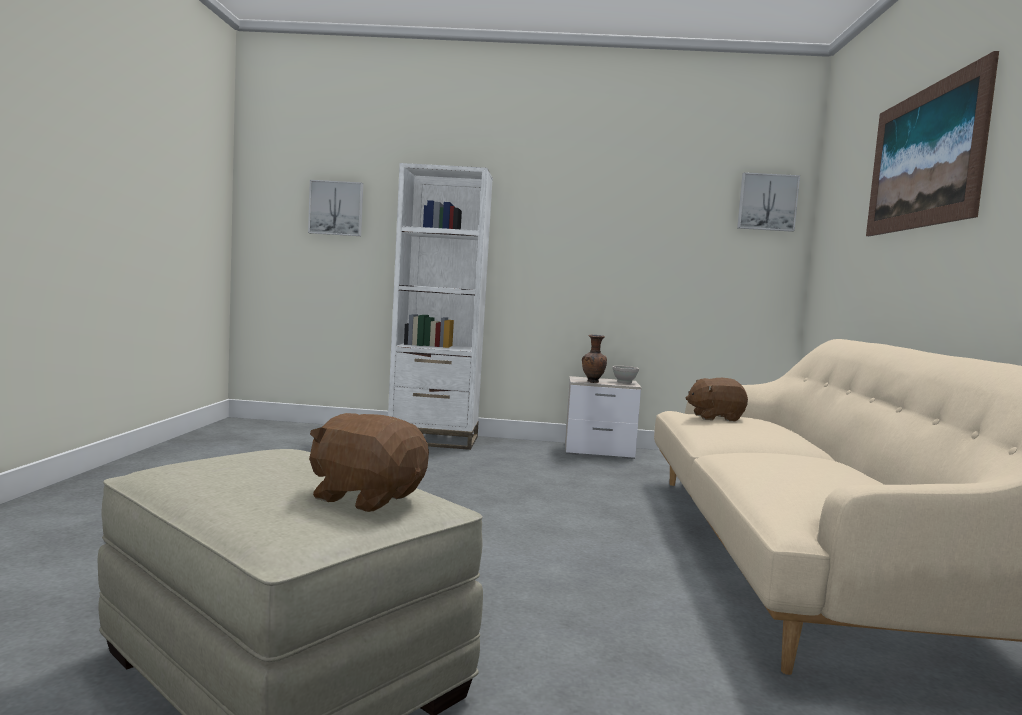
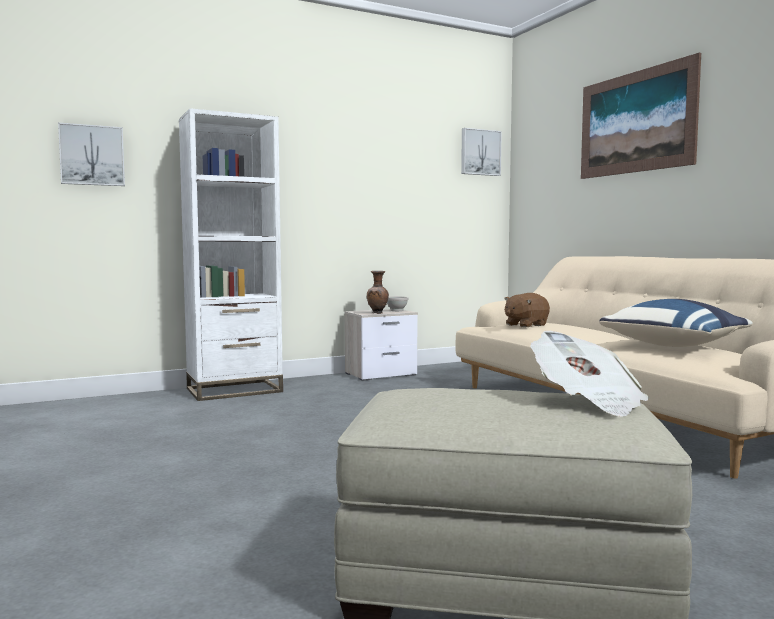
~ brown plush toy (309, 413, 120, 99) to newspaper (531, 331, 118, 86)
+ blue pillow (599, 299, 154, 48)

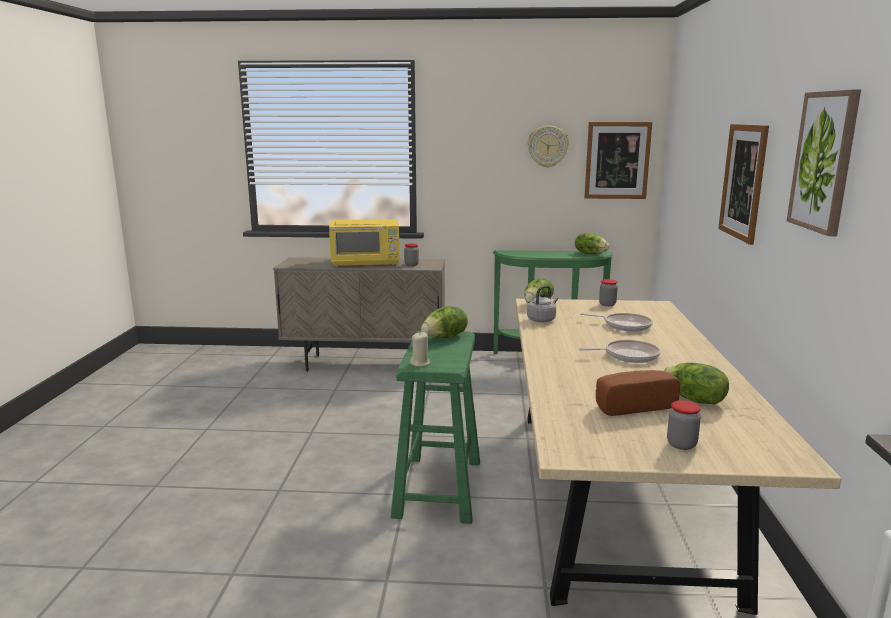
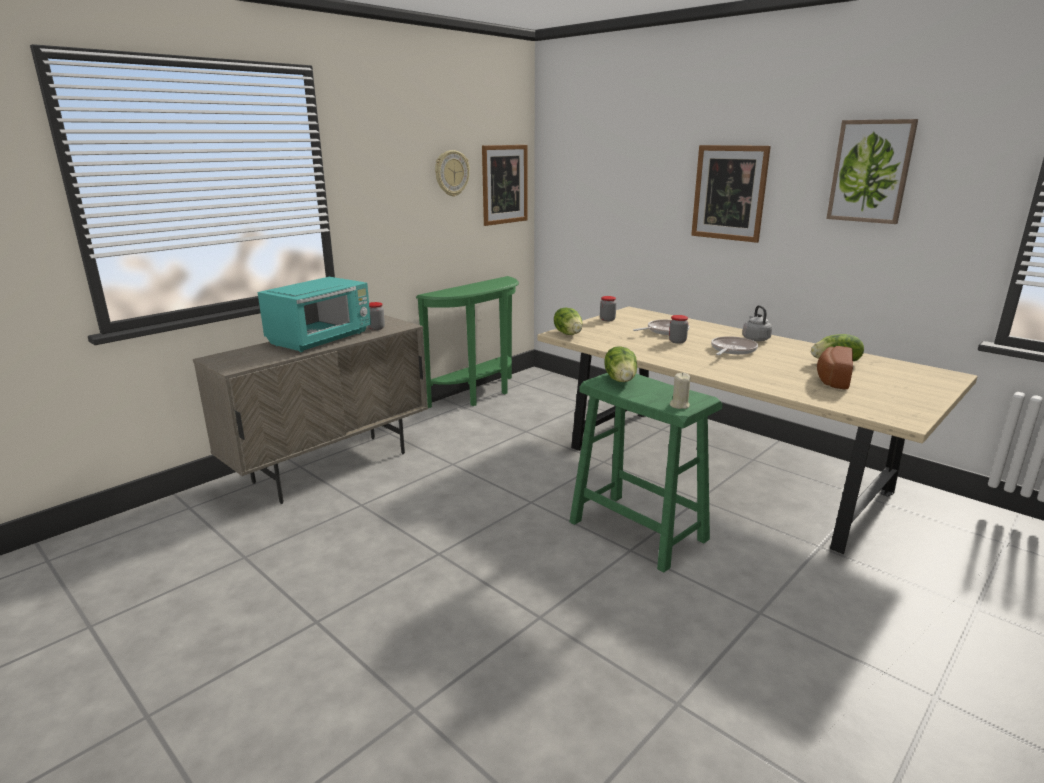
~ yellow microwave (329, 219, 71, 48) to turquoise microwave (258, 277, 113, 75)
- lettuce (575, 233, 34, 21)
~ grey kettle (527, 285, 31, 37) to (742, 305, 30, 36)
~ jar (667, 401, 34, 49) to (669, 315, 19, 29)

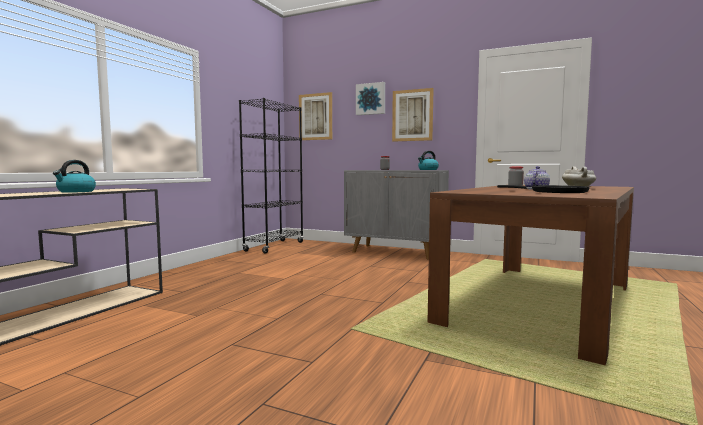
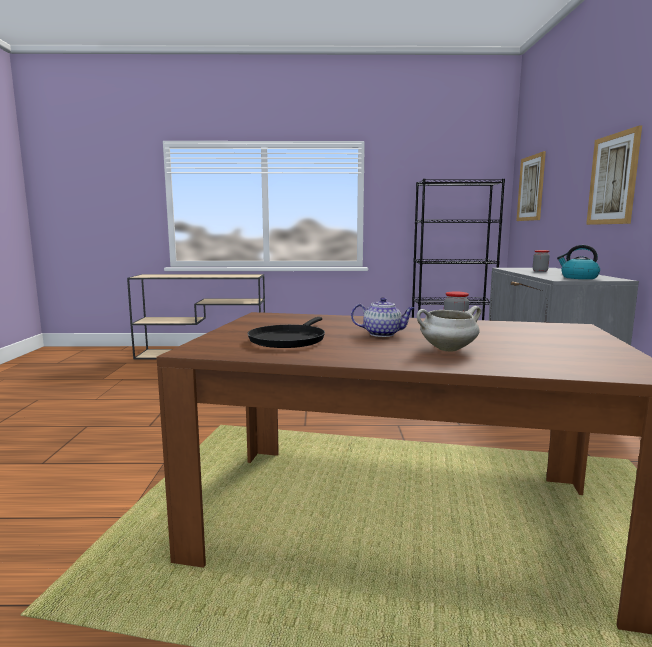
- picture (356, 82, 29, 33)
- kettle (53, 160, 43, 33)

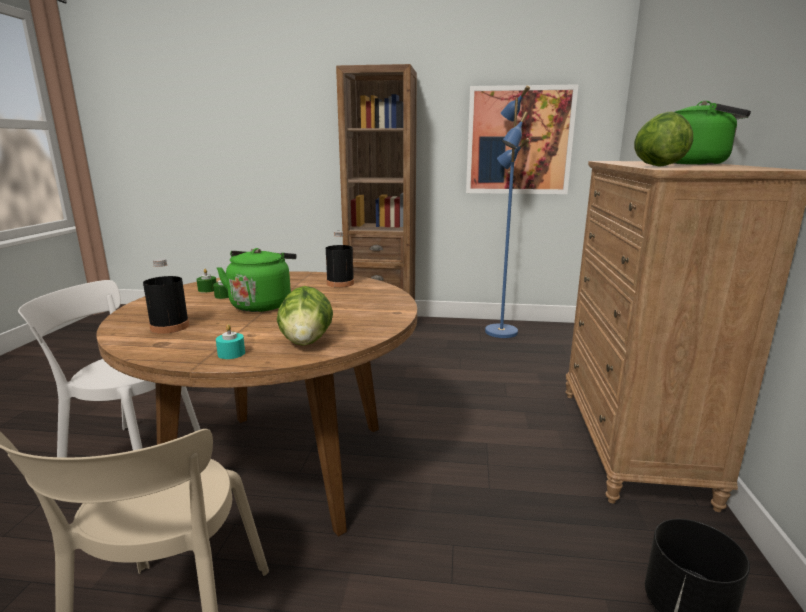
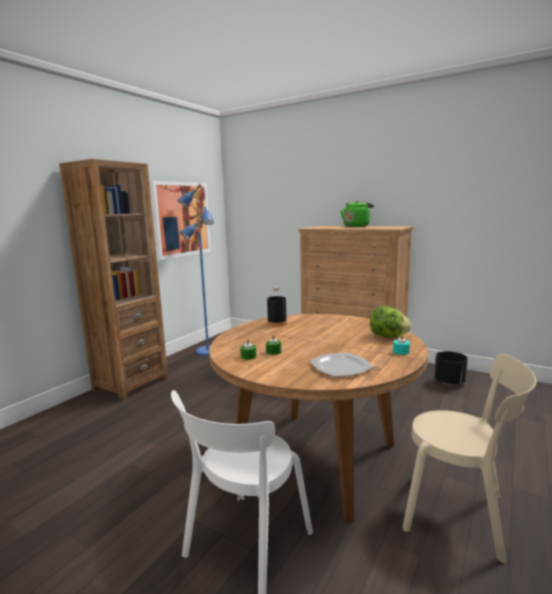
- lettuce (634, 112, 59, 55)
- green kettle (217, 248, 79, 64)
~ black bottle (143, 258, 46, 76) to plate (310, 352, 64, 25)

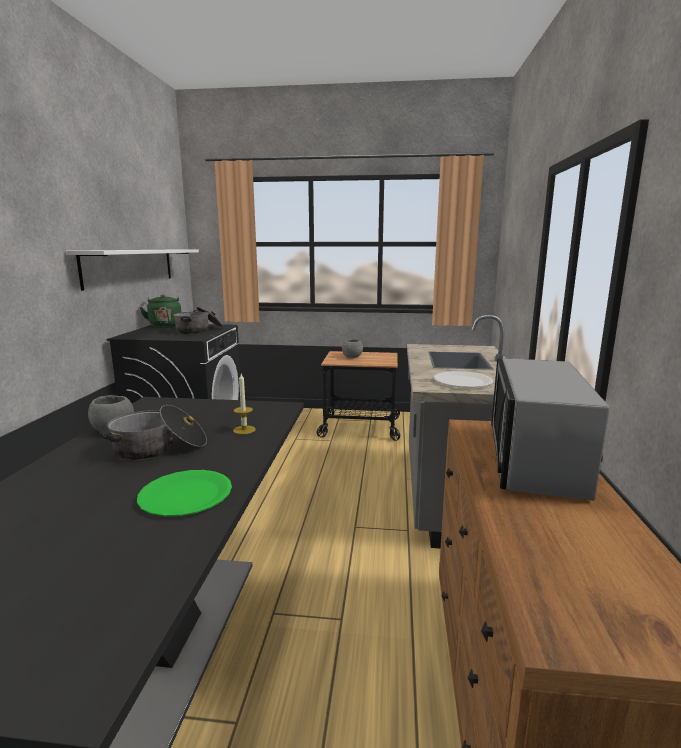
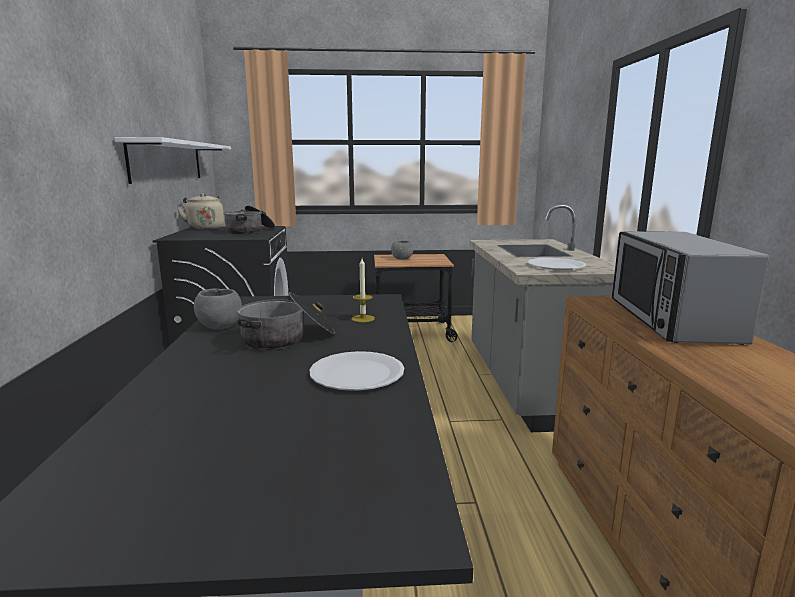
~ green kettle (139, 295, 42, 32) to beige kettle (177, 194, 47, 36)
~ green plate (137, 470, 95, 46) to white plate (309, 351, 95, 40)

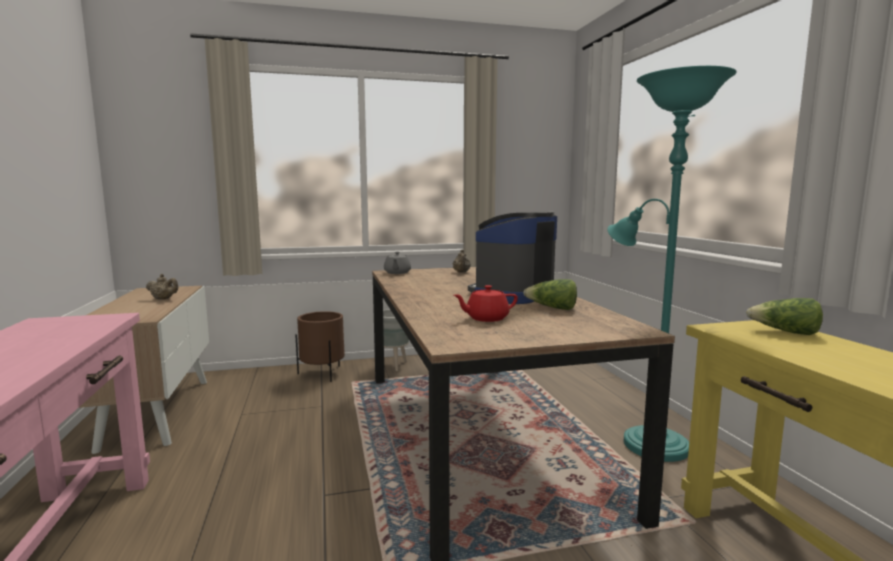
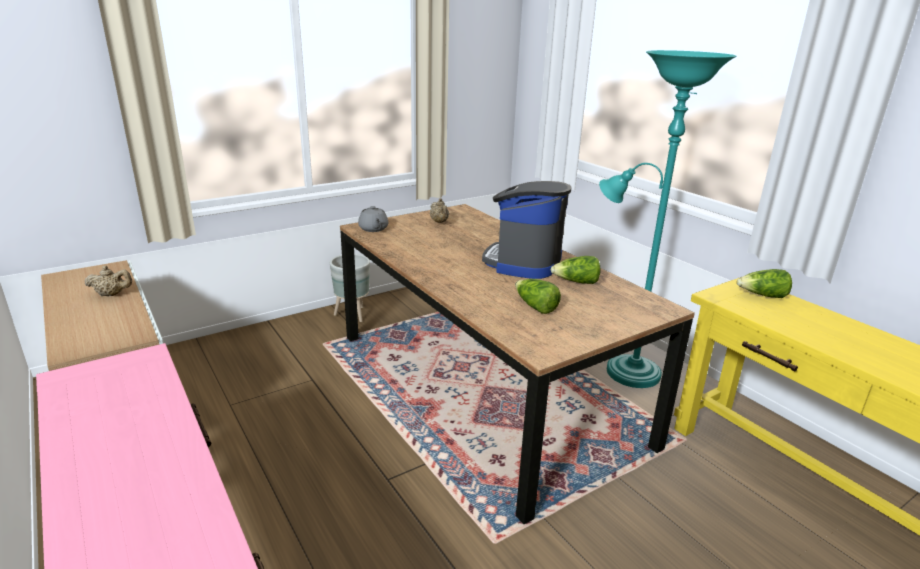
~ red teapot (454, 285, 64, 37) to lettuce (515, 279, 46, 35)
- brown planter (295, 311, 50, 71)

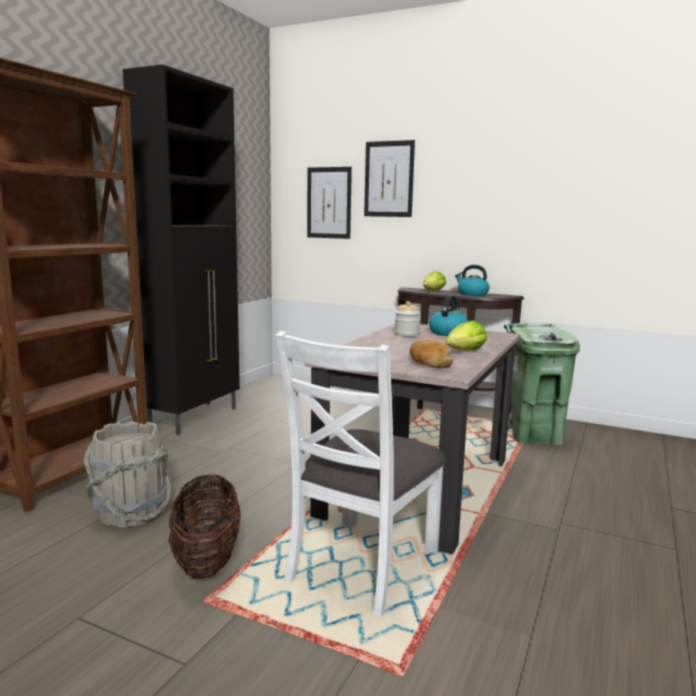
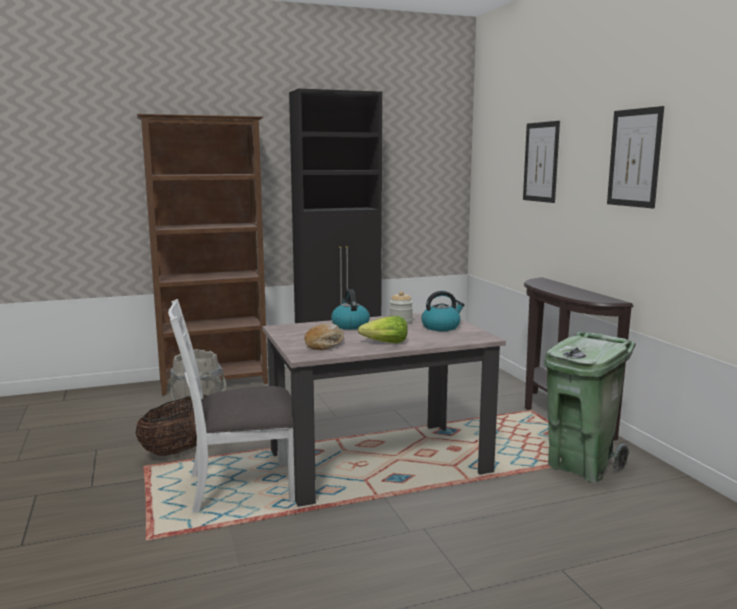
~ picture (307, 167, 45, 72) to (607, 106, 57, 103)
~ kettle (455, 265, 35, 31) to (331, 289, 39, 40)
- lettuce (423, 271, 23, 20)

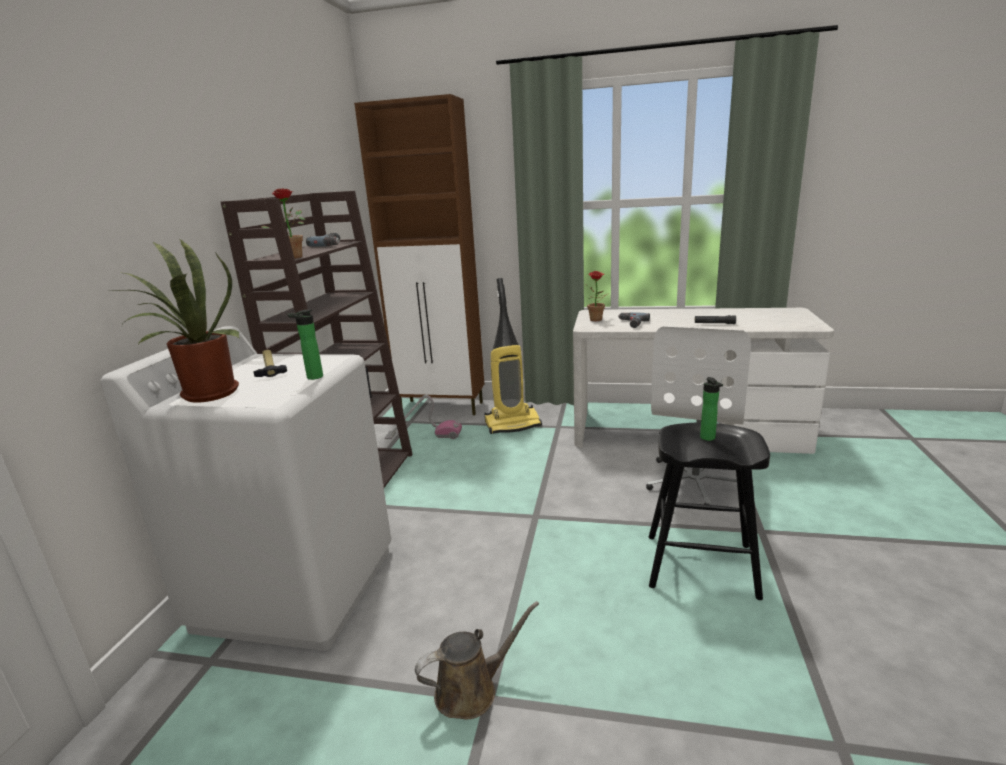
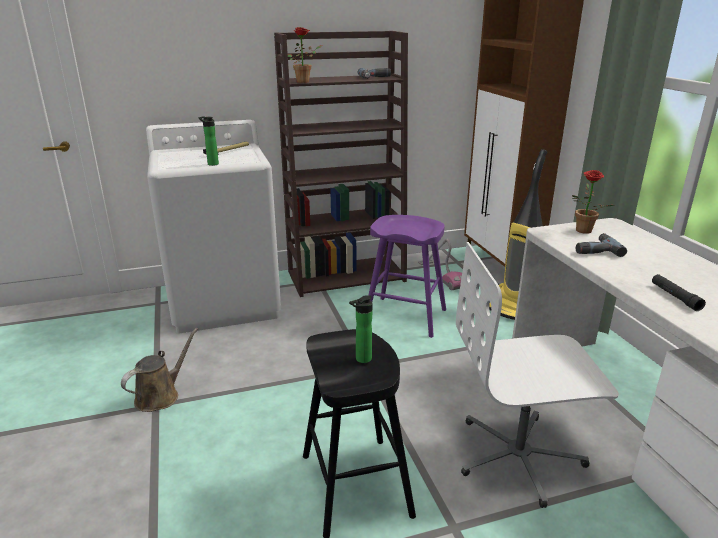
- potted plant (113, 239, 127, 164)
~ brown watering can (415, 601, 124, 118) = (121, 328, 77, 84) 90 degrees counterclockwise
+ purple stool (369, 215, 77, 123)

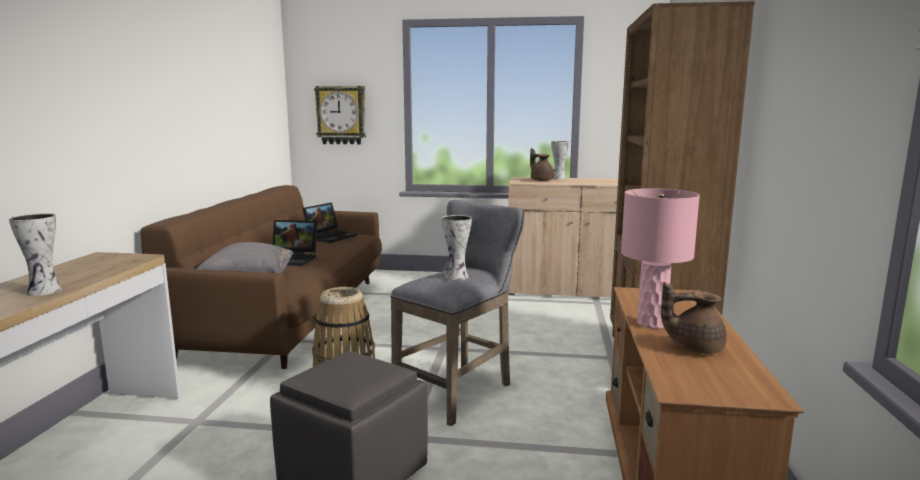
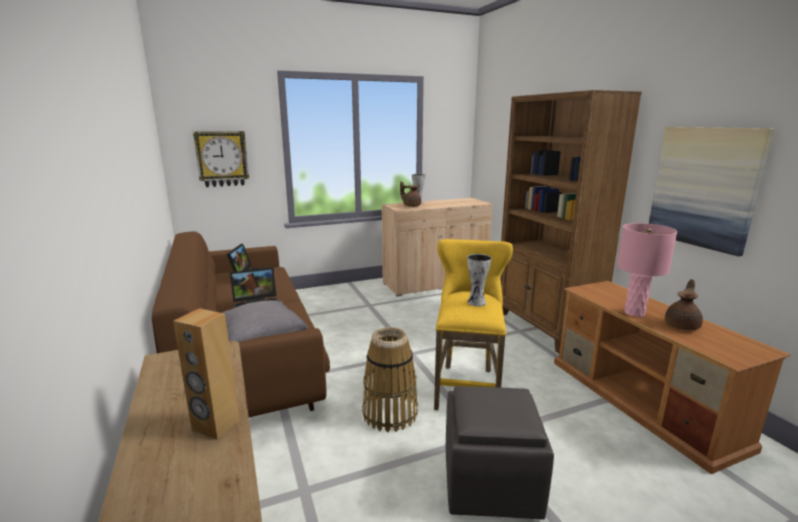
~ grey stool (391, 200, 134, 226) to yellow stool (434, 239, 79, 171)
~ vase (9, 213, 53, 83) to brown speaker (173, 308, 67, 132)
~ brown teapot (661, 282, 66, 72) = (665, 279, 38, 51) 150 degrees clockwise
+ picture (649, 127, 125, 129)

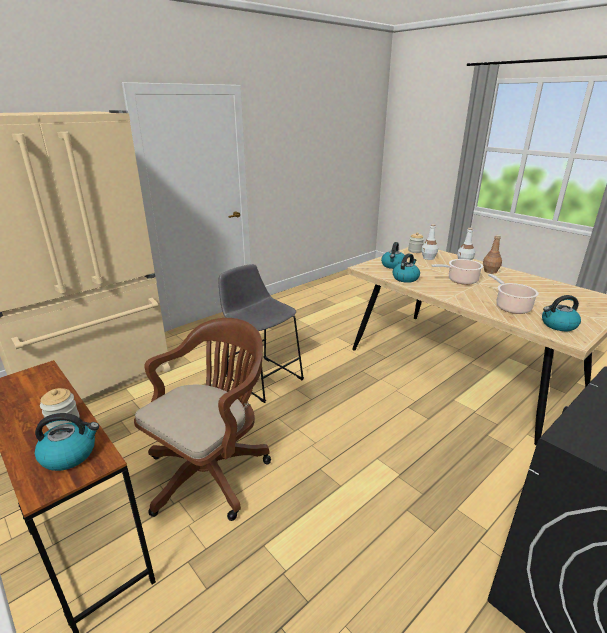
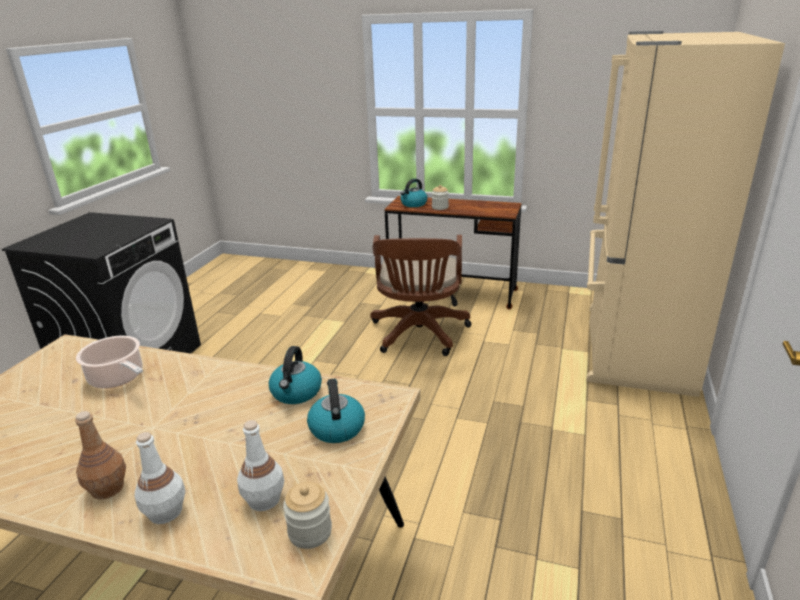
- cooking pot (431, 259, 52, 26)
- grey stool (219, 264, 85, 139)
- kettle (542, 295, 39, 36)

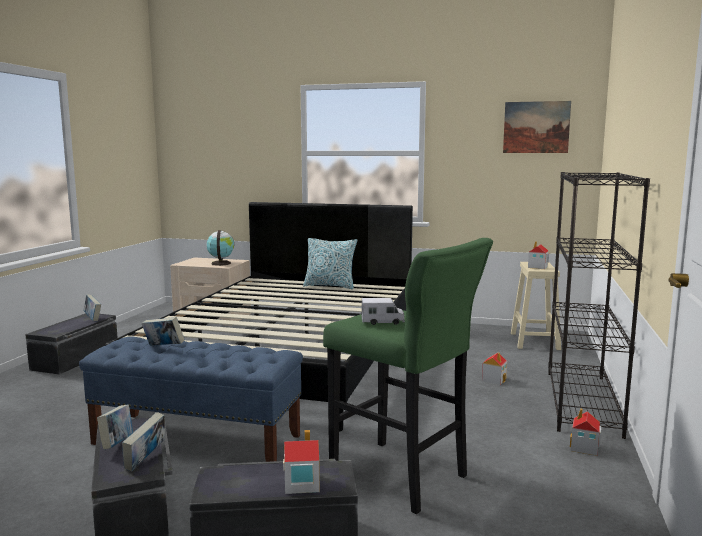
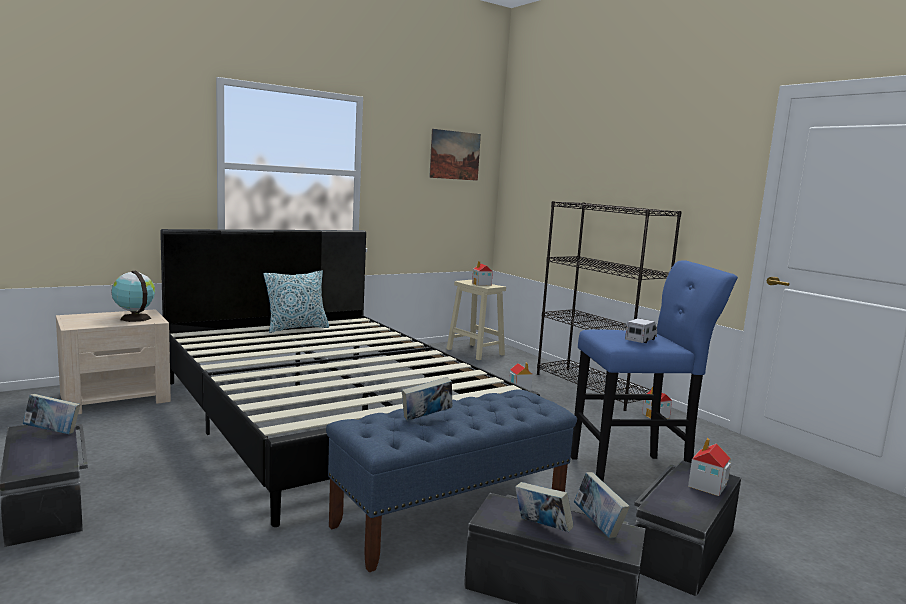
~ green stool (323, 238, 170, 276) to blue stool (571, 260, 167, 222)

